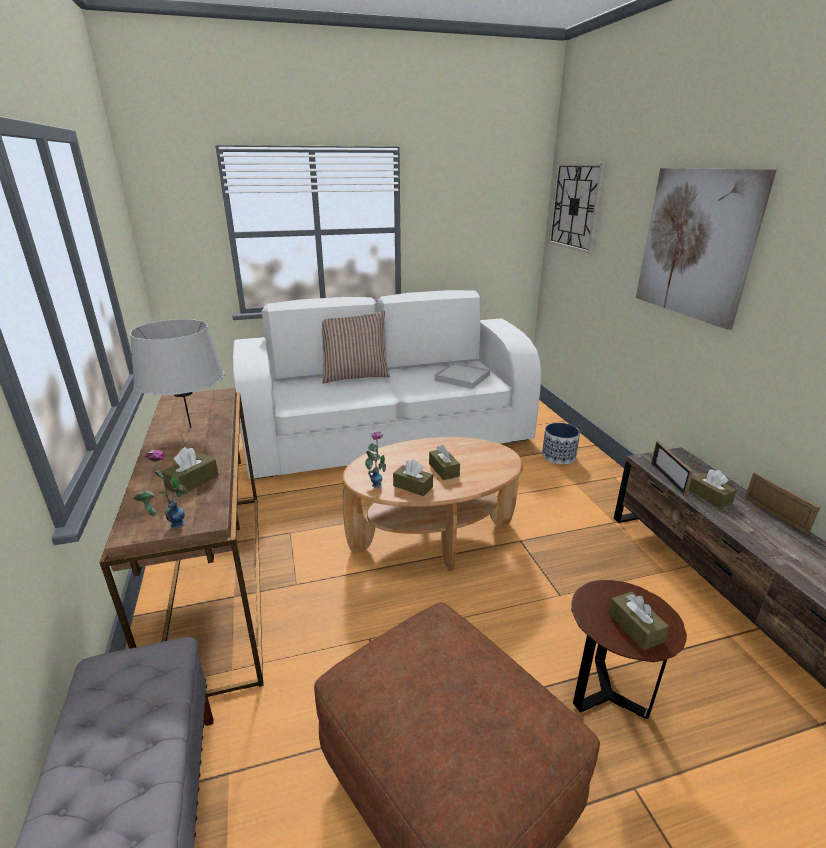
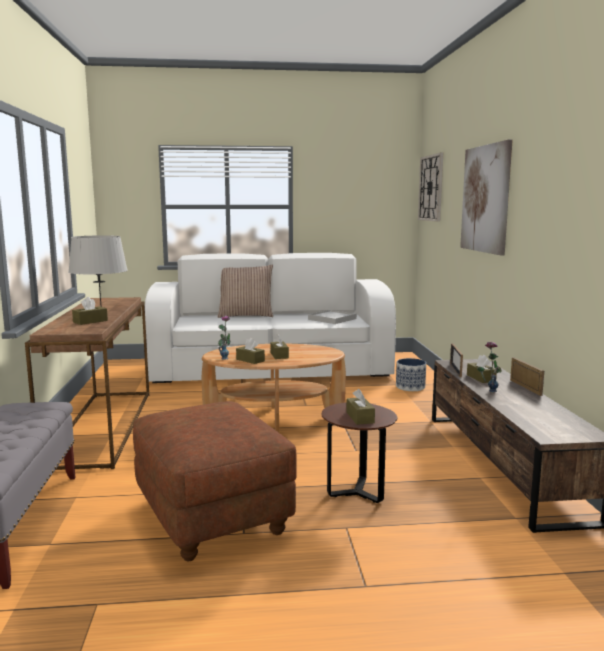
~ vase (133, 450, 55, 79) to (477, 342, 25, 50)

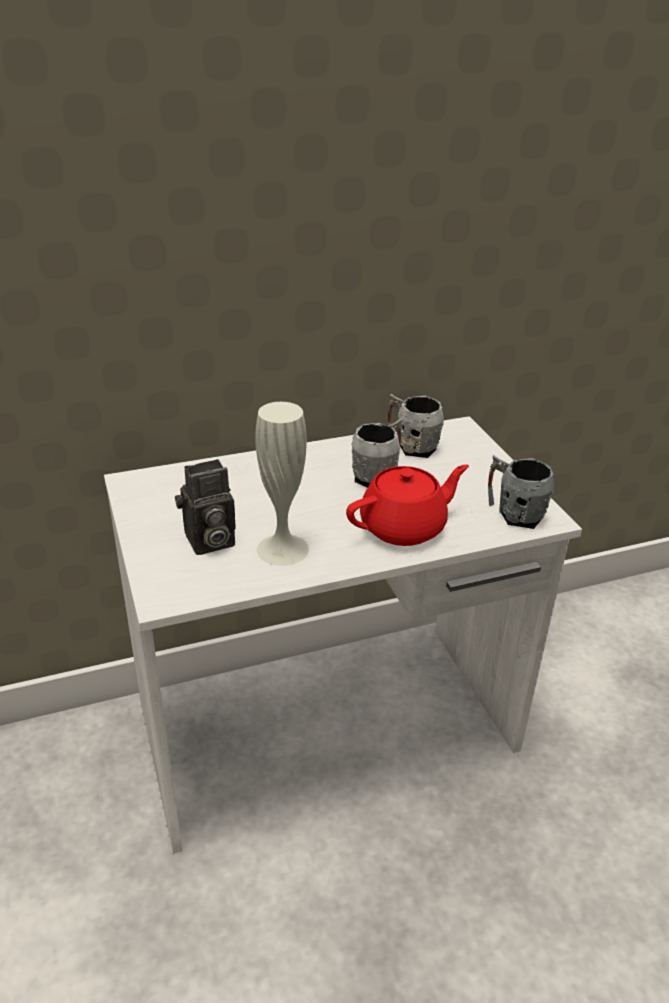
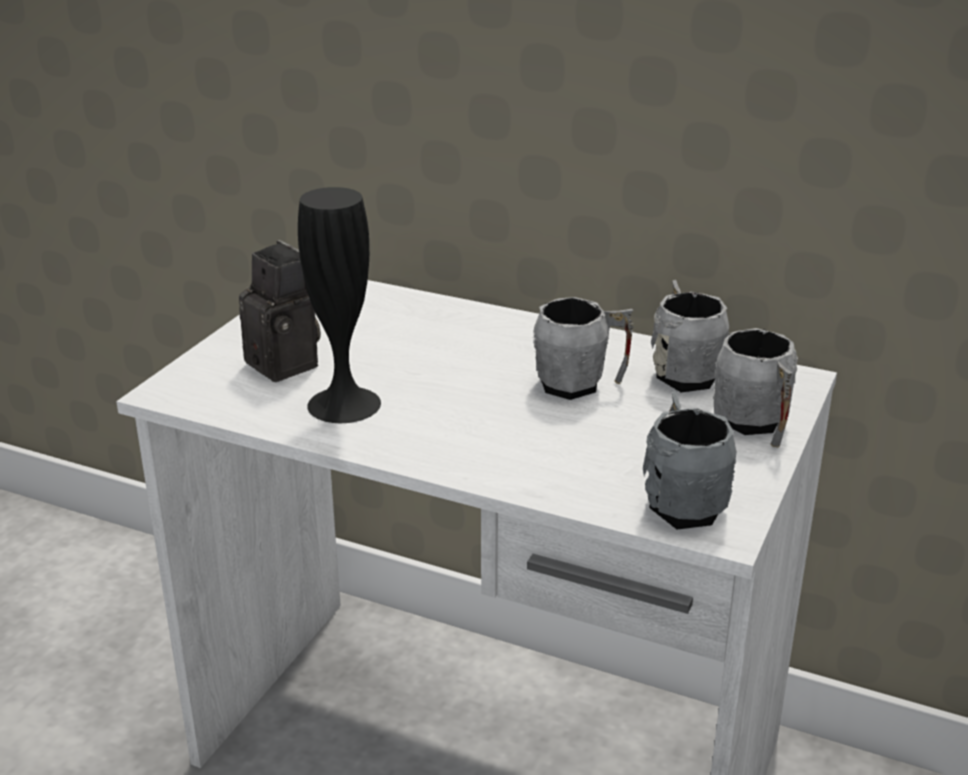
~ white vase (255, 402, 54, 164) to black vase (298, 187, 83, 236)
~ photo camera (175, 459, 61, 96) = (239, 240, 82, 142) 150 degrees counterclockwise
- red teapot (346, 465, 123, 81)
+ grey mug (713, 328, 85, 120)

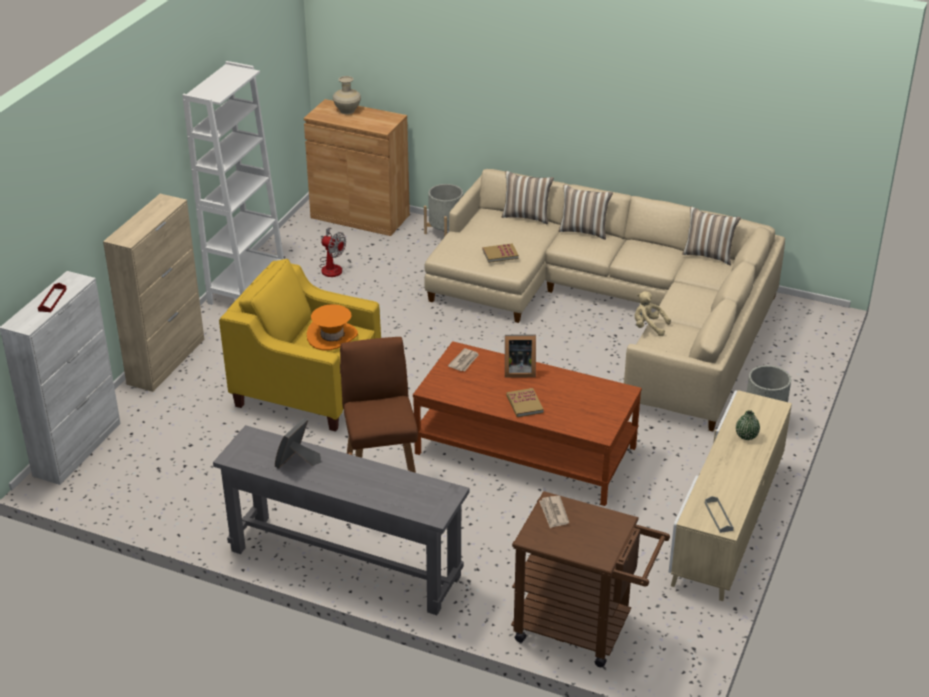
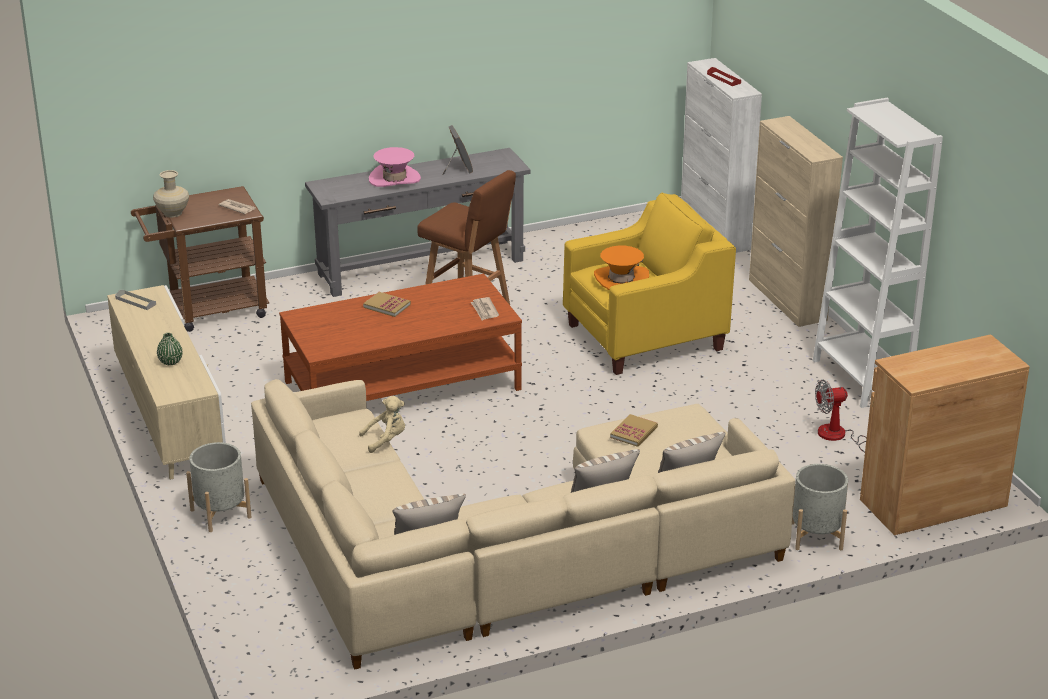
~ beige vase (333, 76, 28, 38) to (153, 170, 36, 47)
- picture frame (505, 334, 31, 44)
+ pink hat (369, 147, 52, 40)

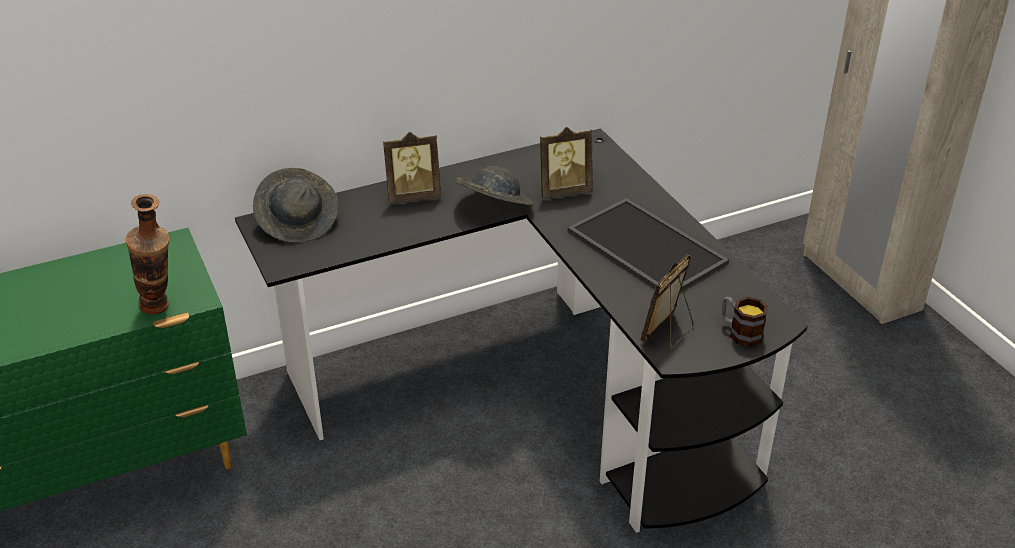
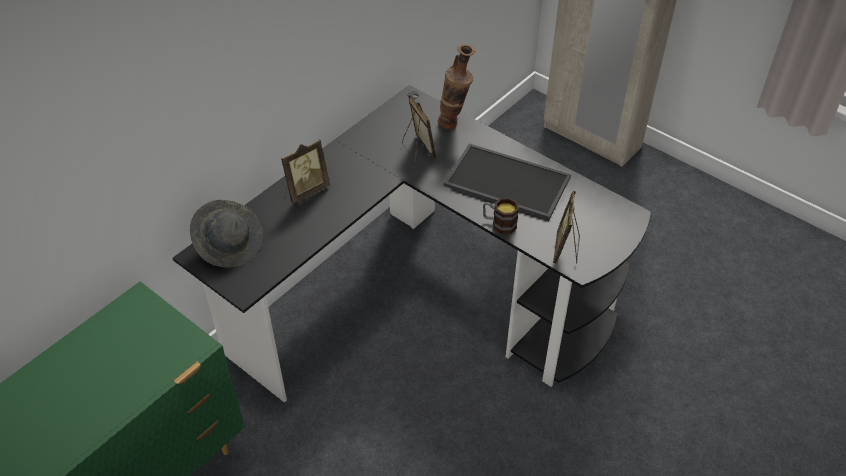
~ picture frame (540, 127, 53, 71) = (402, 95, 34, 67) 75 degrees counterclockwise
- grey hat (455, 166, 79, 40)
~ vase (126, 194, 43, 120) to (438, 44, 37, 85)
~ mug (722, 296, 46, 51) to (483, 197, 36, 37)

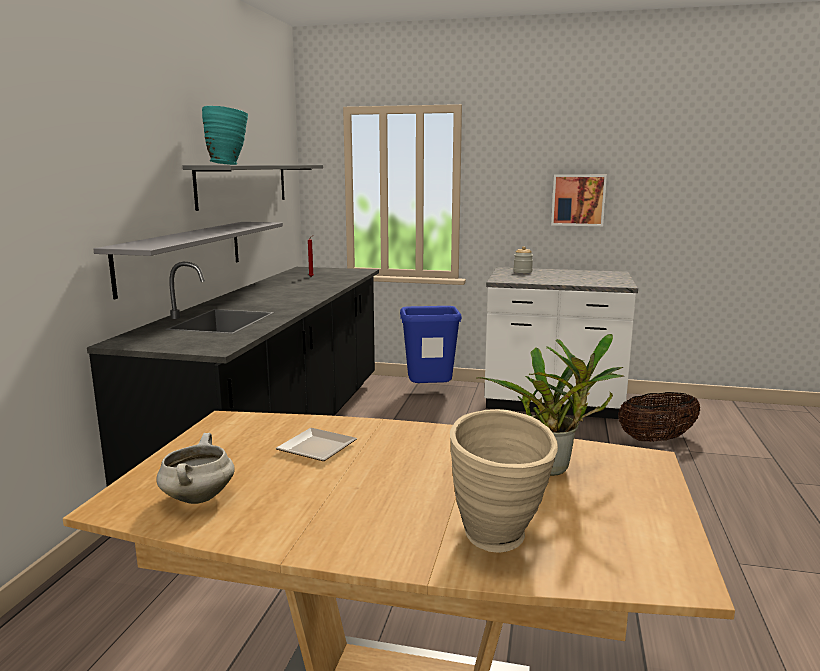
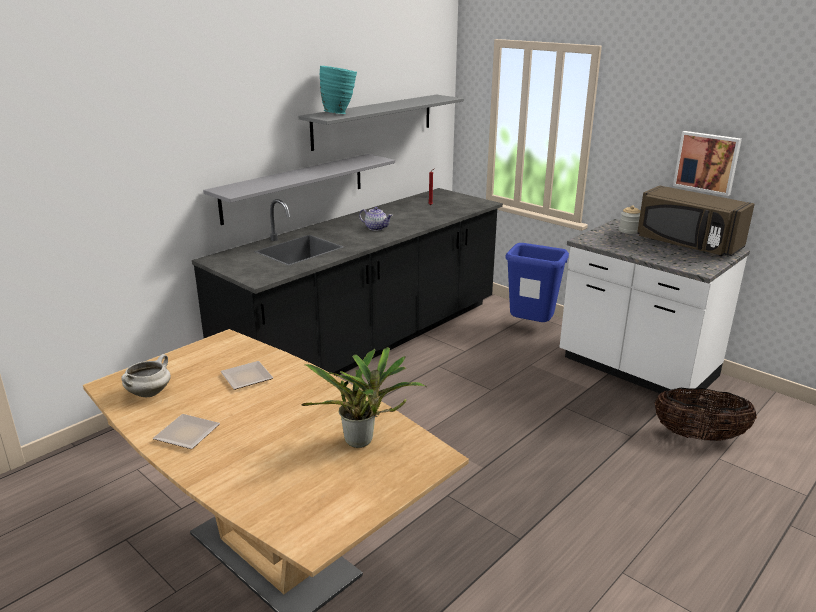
- beige vase (450, 409, 108, 144)
+ brown microwave (637, 186, 118, 70)
+ teapot (359, 207, 34, 24)
+ plate (153, 414, 67, 35)

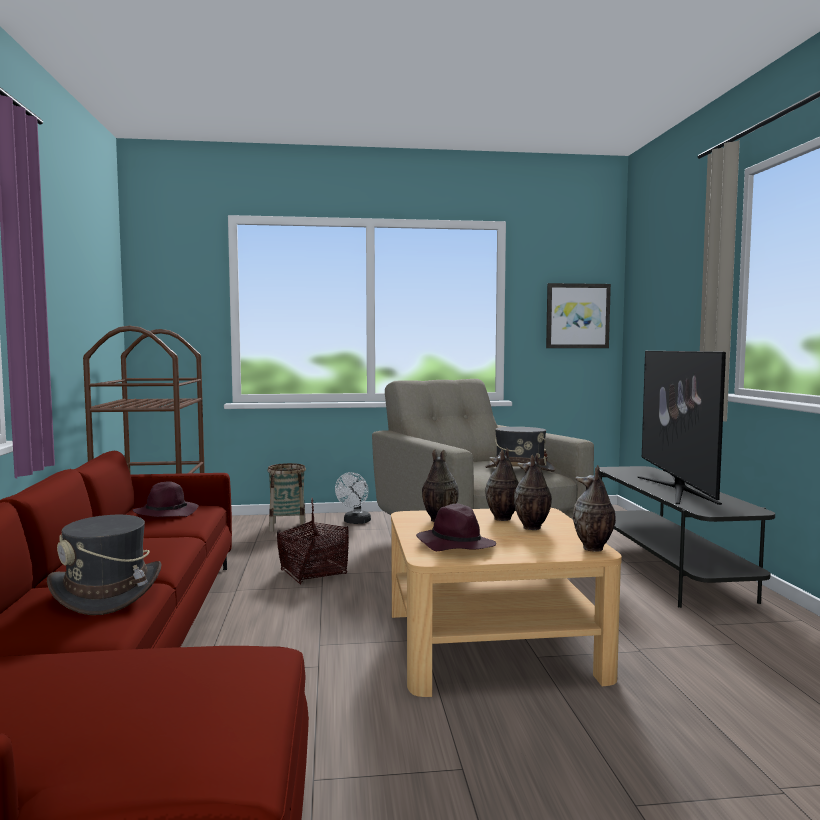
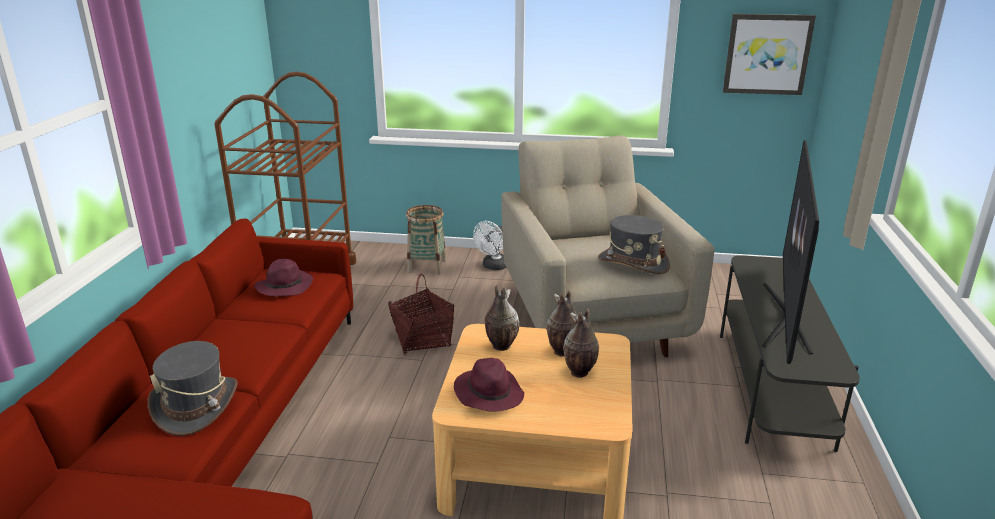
- vase (573, 465, 43, 87)

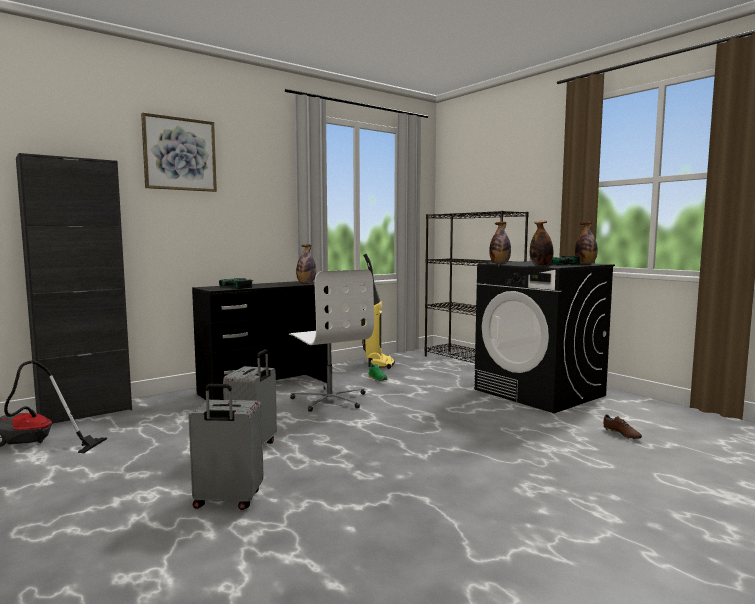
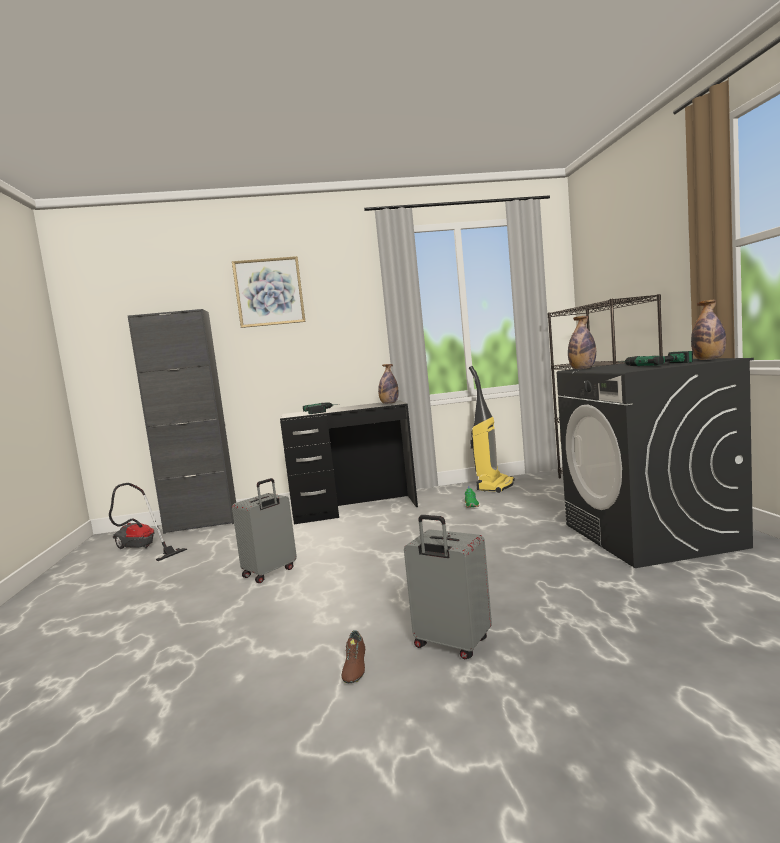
- bottle (530, 221, 24, 45)
- white office chair (289, 269, 85, 143)
~ grey suitcase (189, 384, 75, 126) to (404, 515, 88, 145)
~ brown shoe (603, 414, 39, 26) to (342, 630, 23, 53)

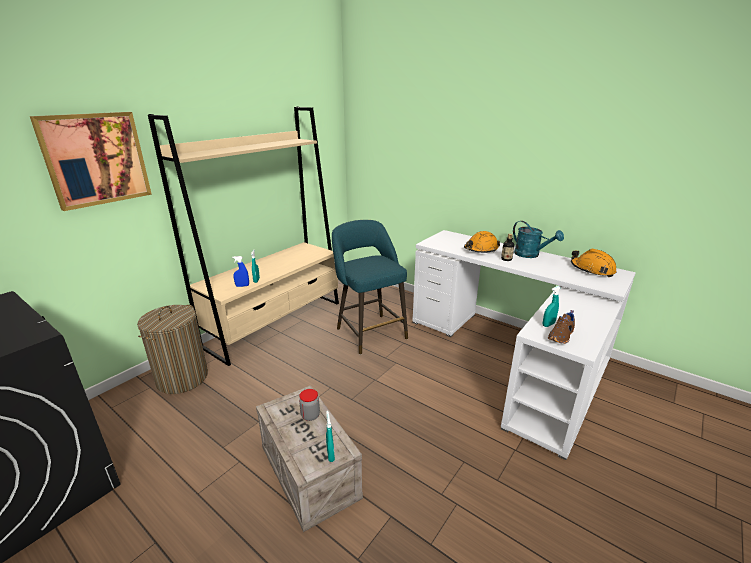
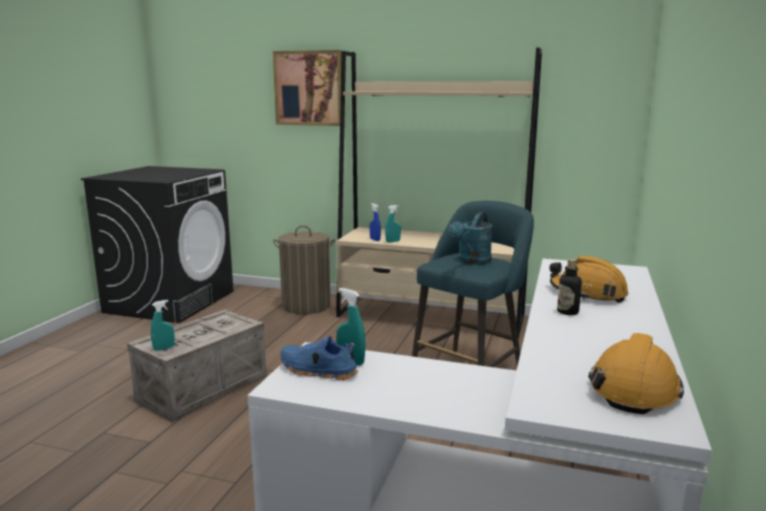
~ turquoise watering can (513, 221, 51, 37) to (449, 212, 43, 53)
~ brown shoe (548, 310, 27, 34) to blue shoe (280, 336, 78, 44)
- jar (299, 389, 21, 32)

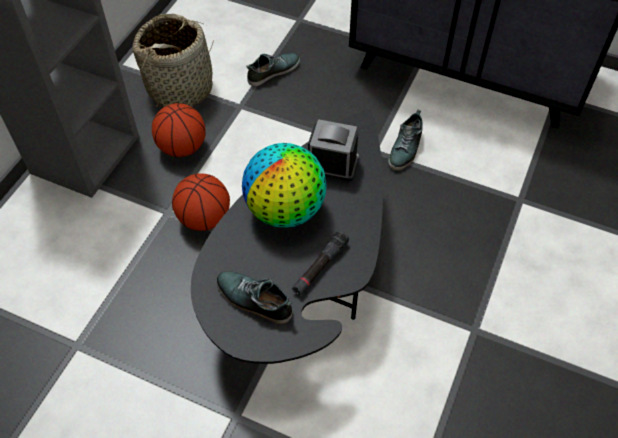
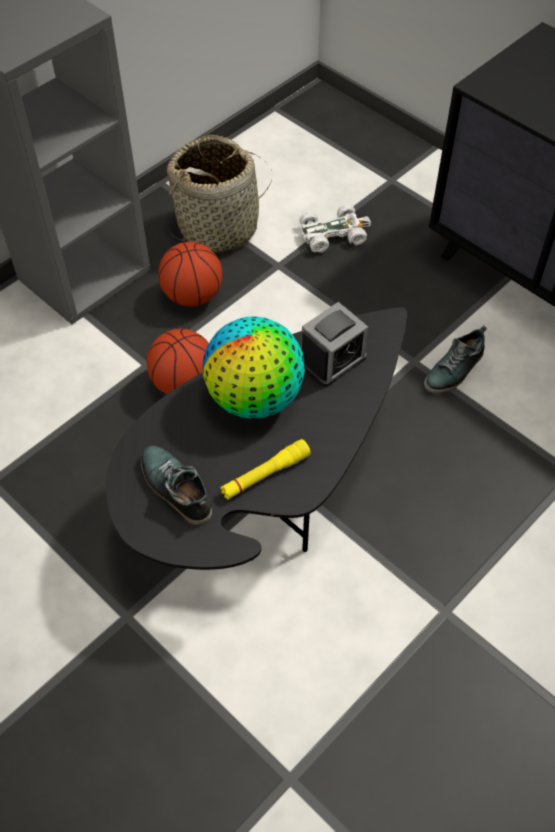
~ shoe (246, 53, 54, 33) to white toy car (299, 204, 72, 49)
~ alarm clock (308, 119, 51, 62) = (301, 302, 67, 85) 105 degrees clockwise
~ black flashlight (292, 231, 57, 65) to yellow flashlight (220, 439, 91, 61)

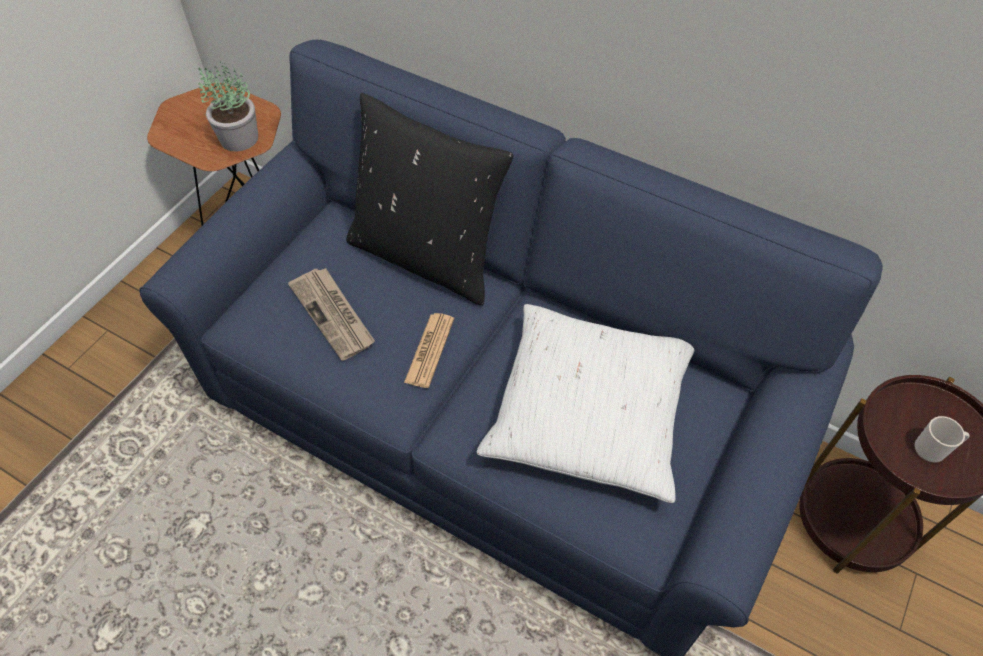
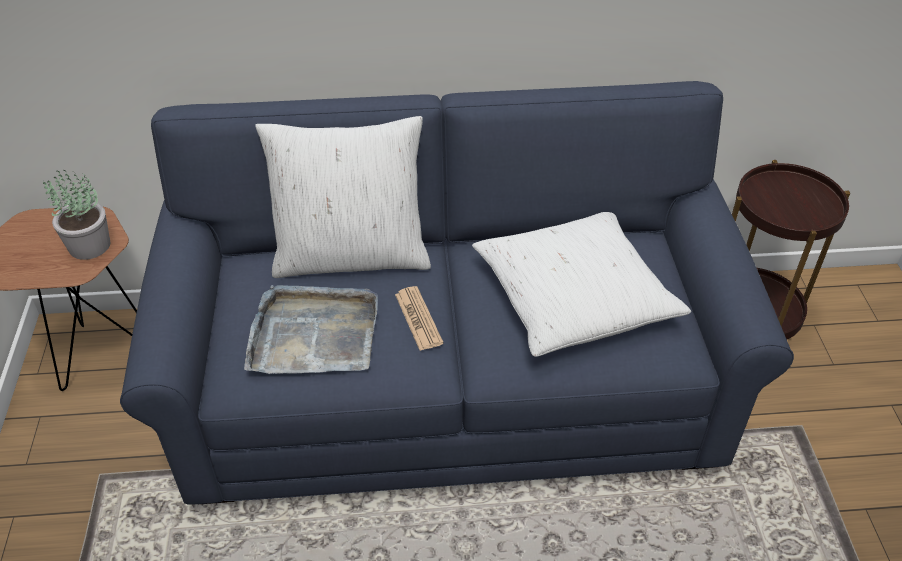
~ black pillow (346, 93, 167, 213) to white pillow (255, 116, 176, 162)
~ newspaper (288, 268, 87, 93) to grey tray (244, 285, 134, 89)
- mug (914, 416, 56, 47)

